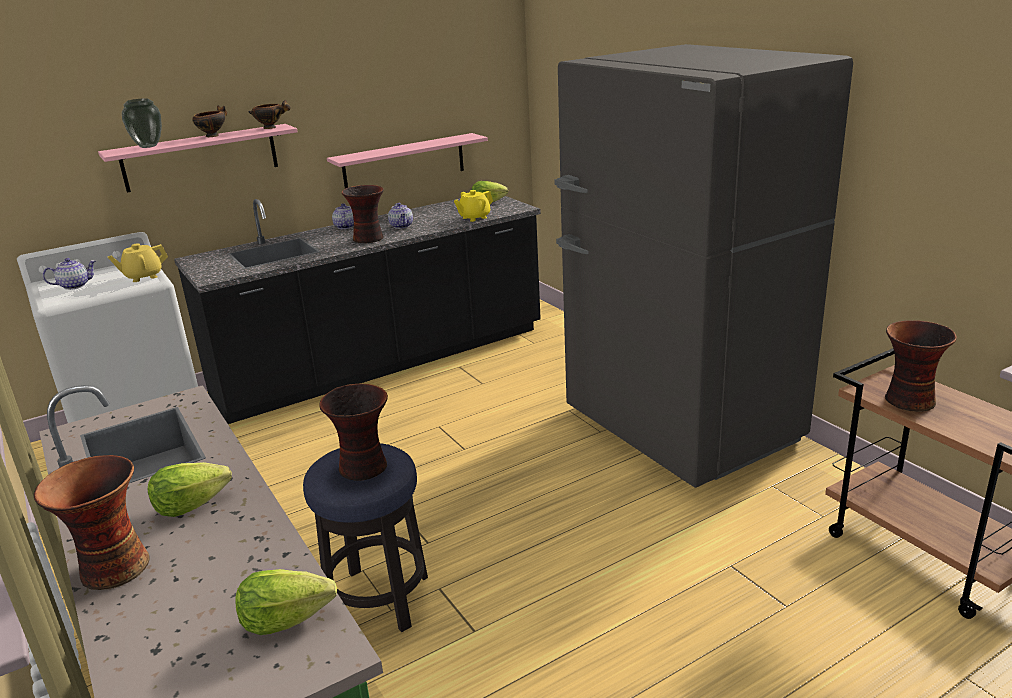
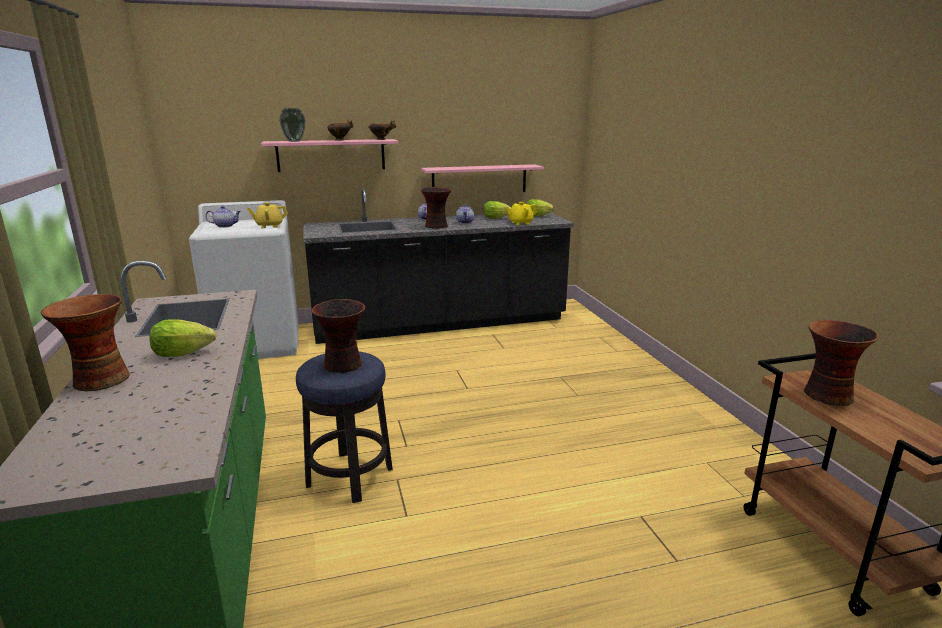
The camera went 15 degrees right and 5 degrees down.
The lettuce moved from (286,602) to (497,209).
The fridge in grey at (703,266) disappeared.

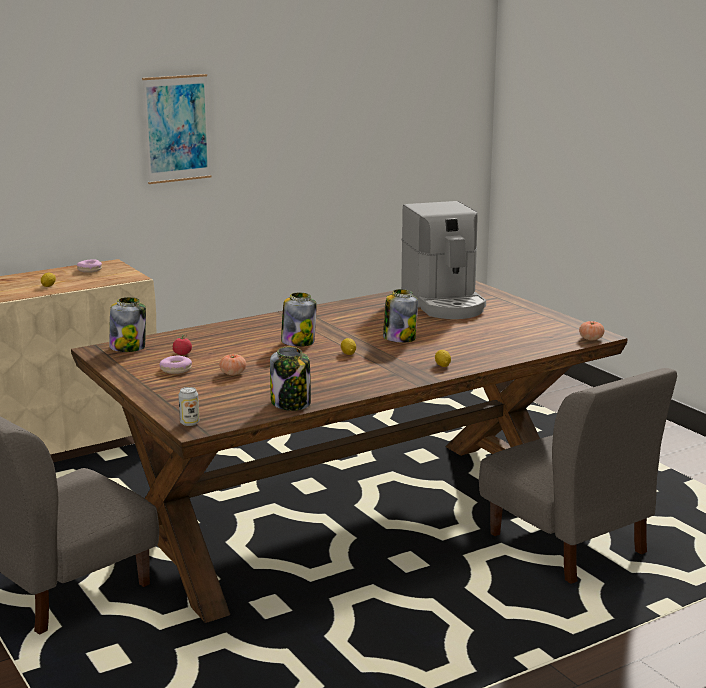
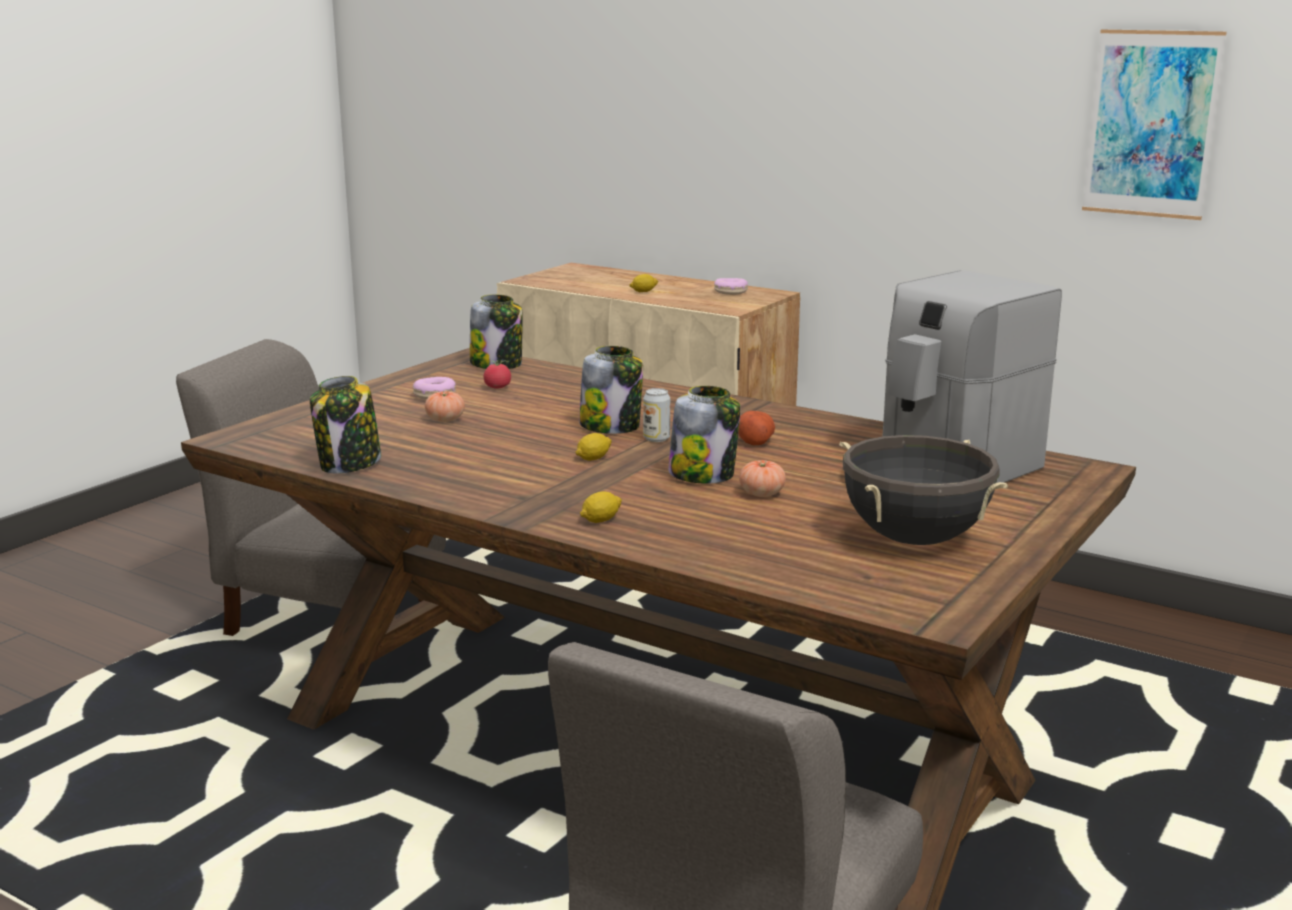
The camera went 65 degrees right and 0 degrees up.
The can moved from (188,406) to (656,415).
The potato at (756,428) appeared.
The tomato moved from (591,330) to (762,478).
The cooking pot in black at (924,490) appeared.
The picture moved from (176,129) to (1154,124).

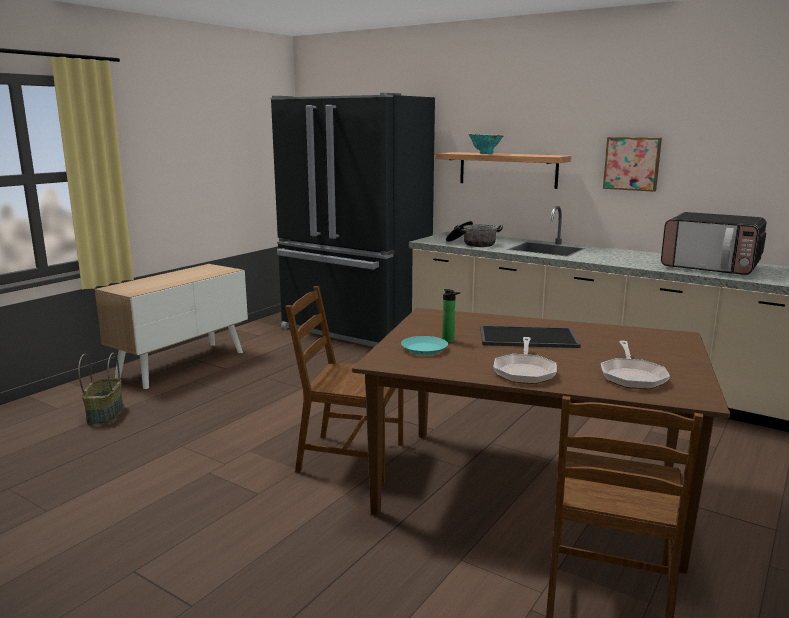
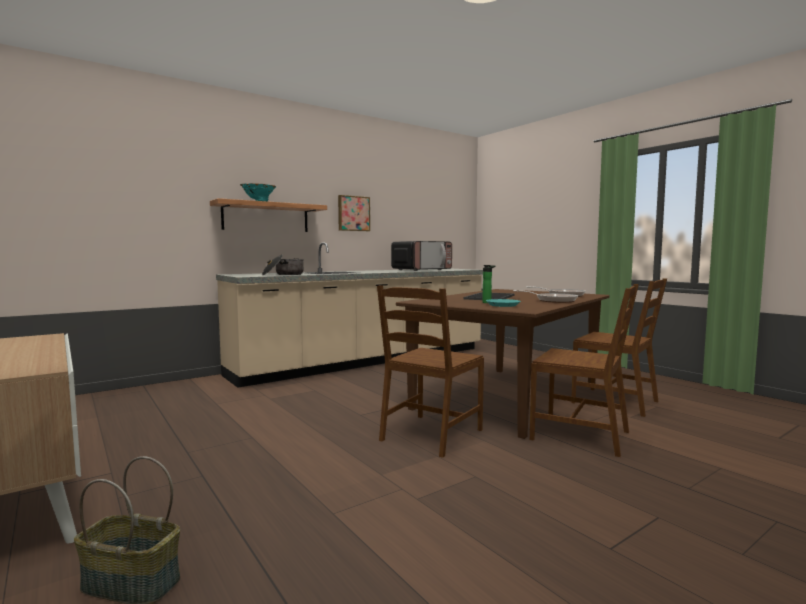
The camera went 70 degrees left and 10 degrees down.
The chair in brown at (584,370) appeared.
The fridge in black at (352,220) disappeared.

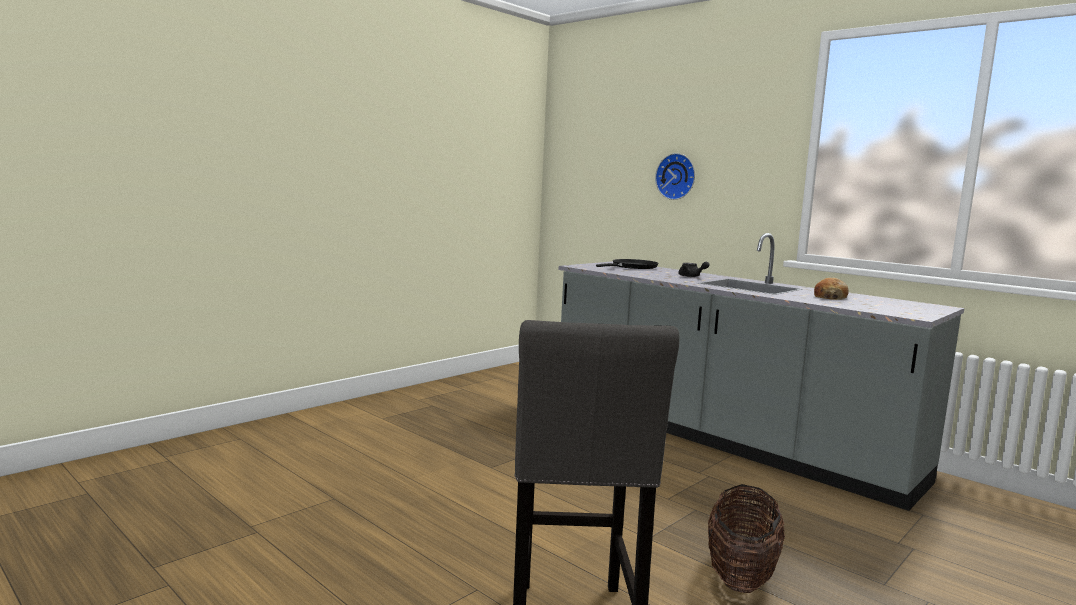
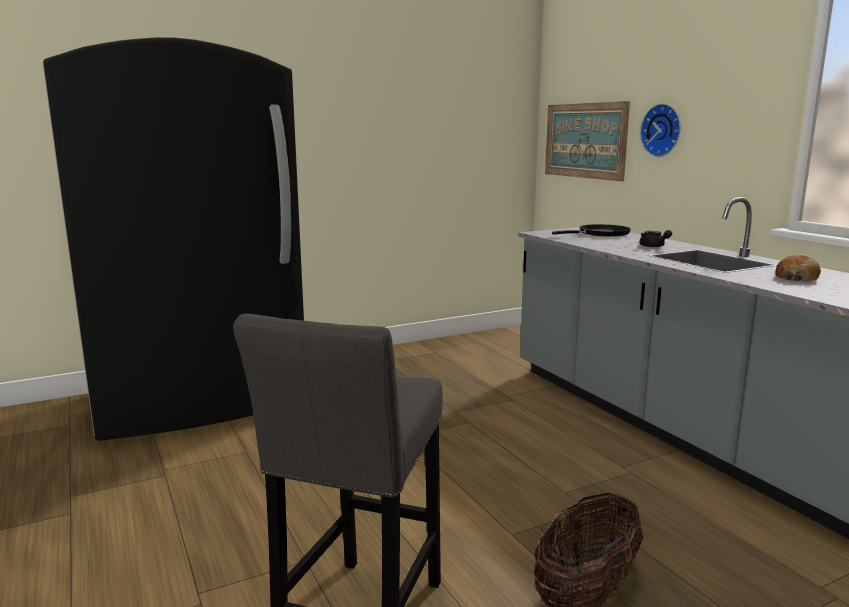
The camera went 20 degrees right and 5 degrees up.
The fridge in black at (173,239) appeared.
The picture at (587,141) appeared.

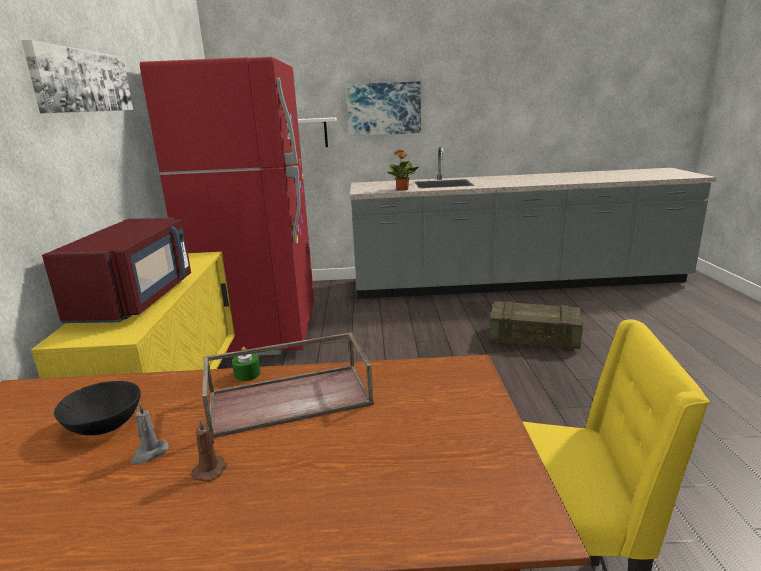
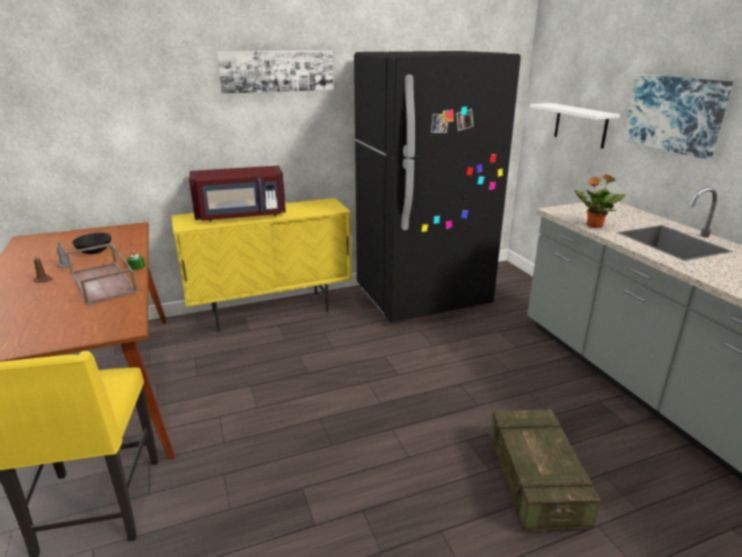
The camera went 70 degrees right and 5 degrees up.
The fridge in red at (227,207) became the fridge in black at (437,186).

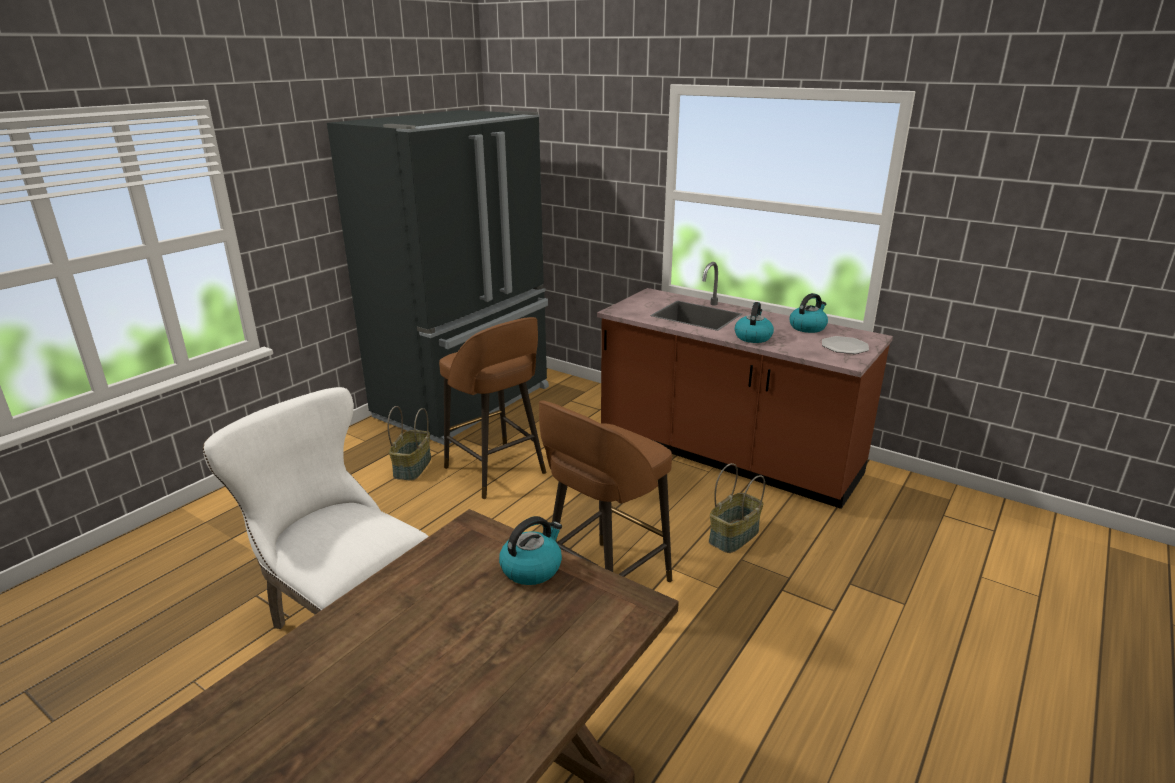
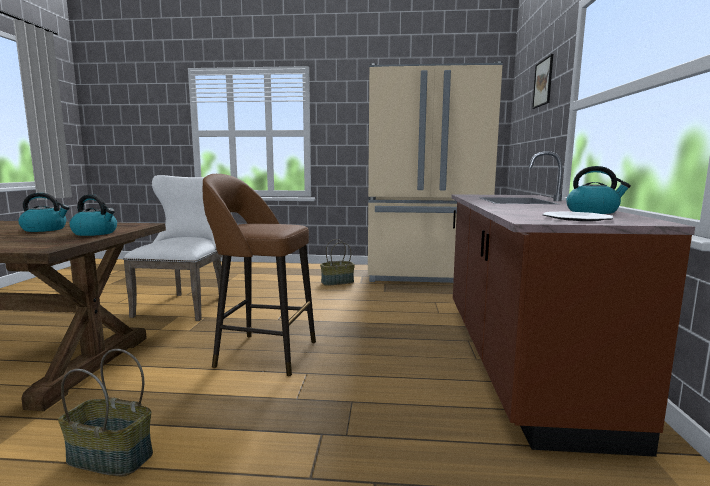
The camera went 60 degrees right and 15 degrees down.
The kettle moved from (754,322) to (44,212).
The basket moved from (737,508) to (105,412).
The fridge in black at (438,277) became the fridge in beige at (435,172).
The picture at (542,81) appeared.
The stool in brown at (492,408) disappeared.

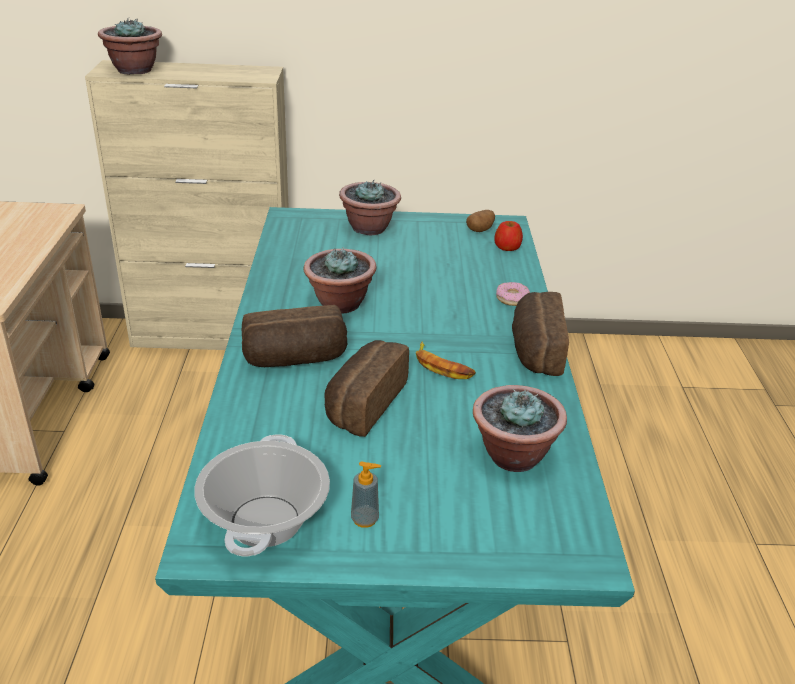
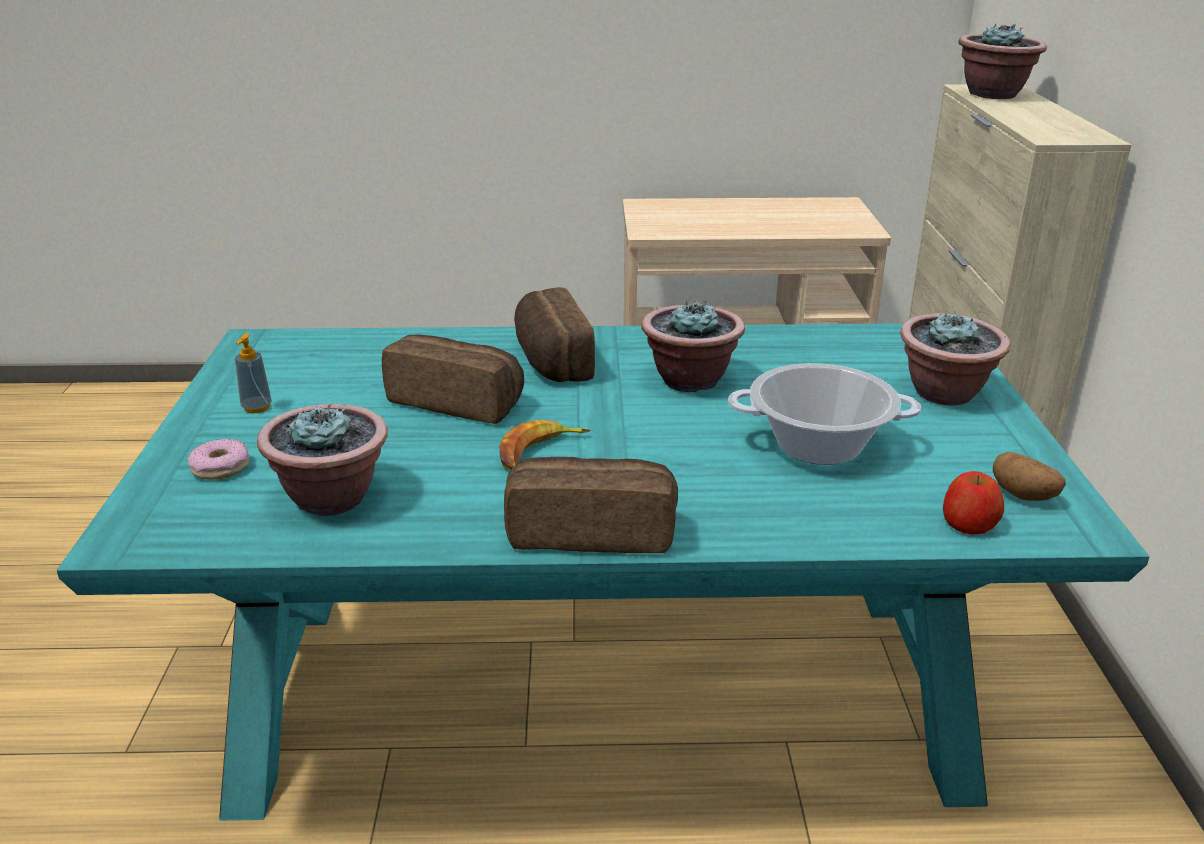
The camera went 90 degrees right and 5 degrees down.
The donut moved from (513,294) to (218,459).
The cooking pot moved from (262,495) to (824,414).

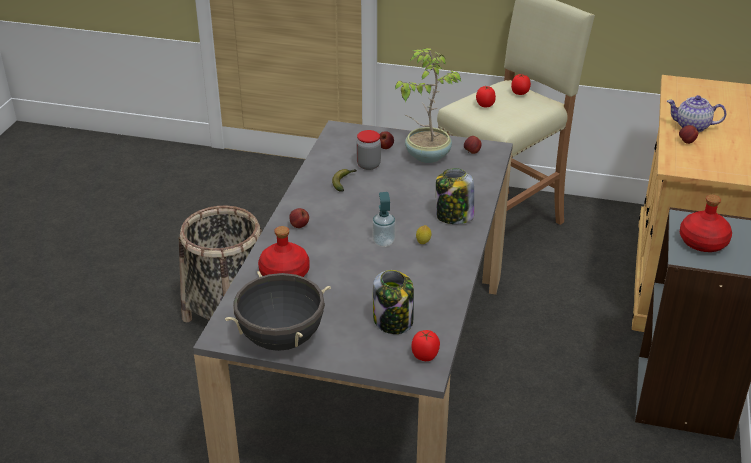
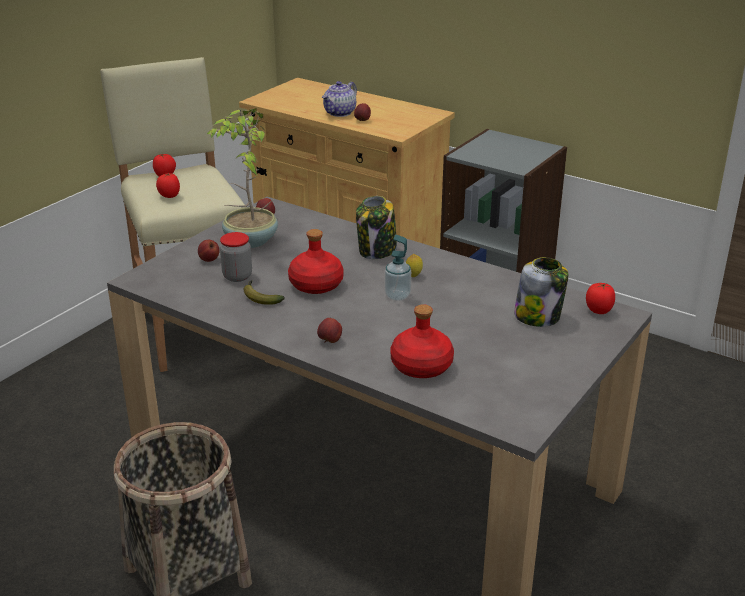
The camera went 70 degrees left and 5 degrees down.
The bottle in red moved from (706,223) to (316,261).
The cooking pot in black at (278,311) disappeared.

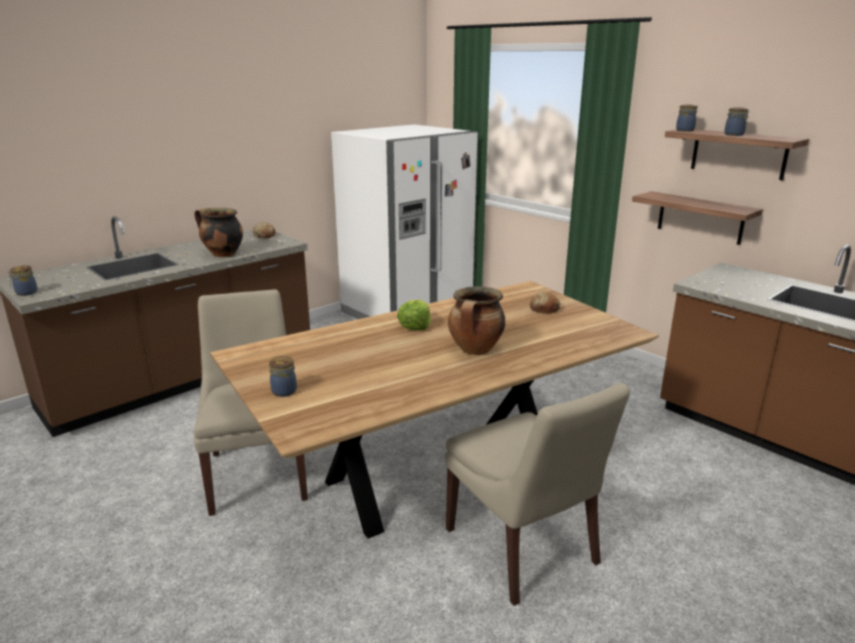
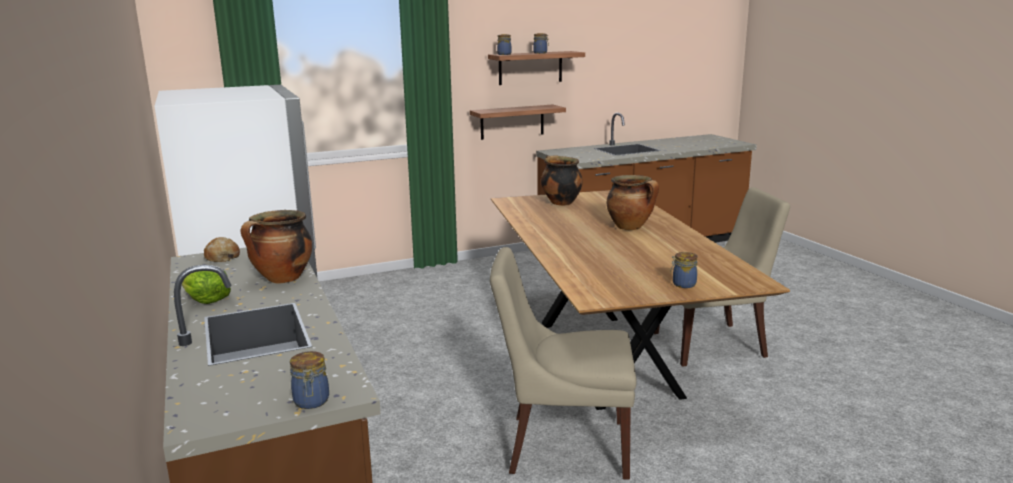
The camera went 70 degrees left and 5 degrees down.
The lettuce moved from (414,314) to (206,287).
The bread at (545,302) was replaced by the cooking pot at (562,180).

